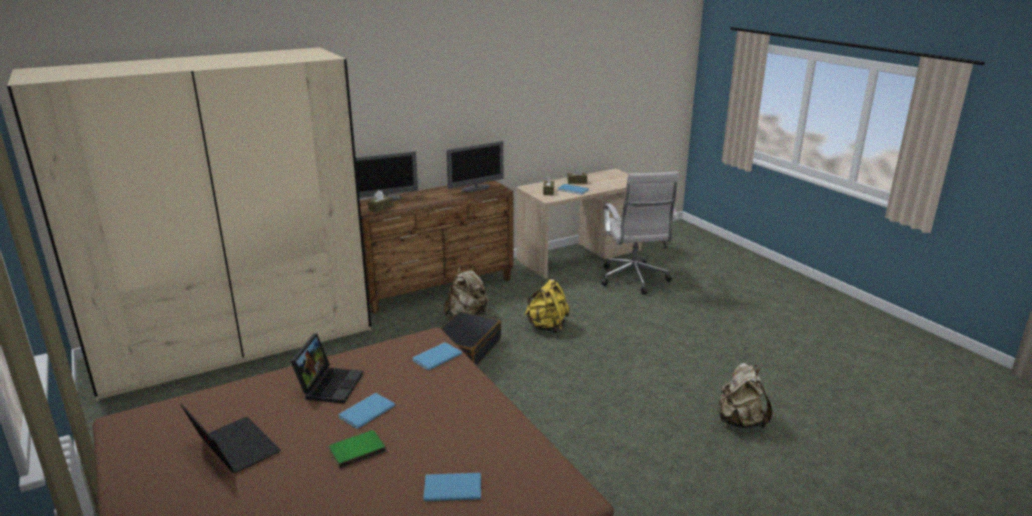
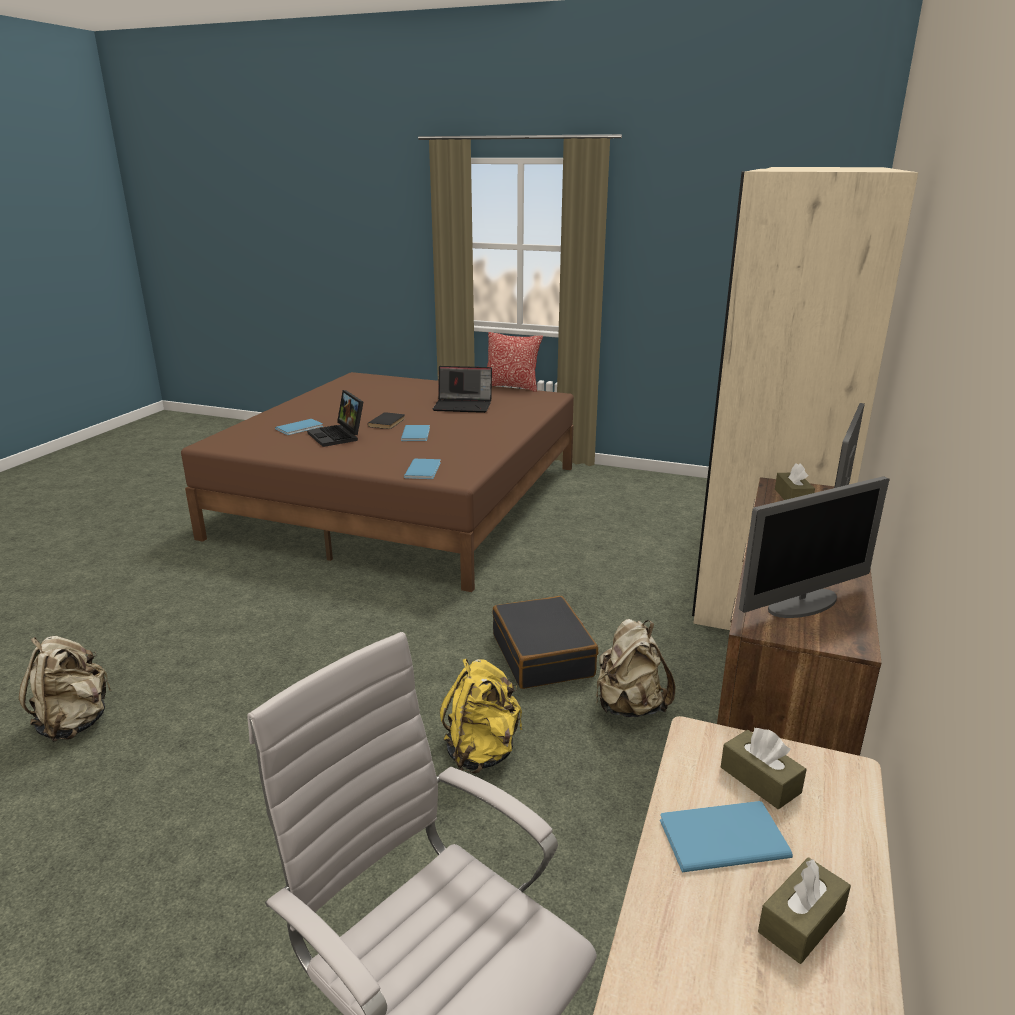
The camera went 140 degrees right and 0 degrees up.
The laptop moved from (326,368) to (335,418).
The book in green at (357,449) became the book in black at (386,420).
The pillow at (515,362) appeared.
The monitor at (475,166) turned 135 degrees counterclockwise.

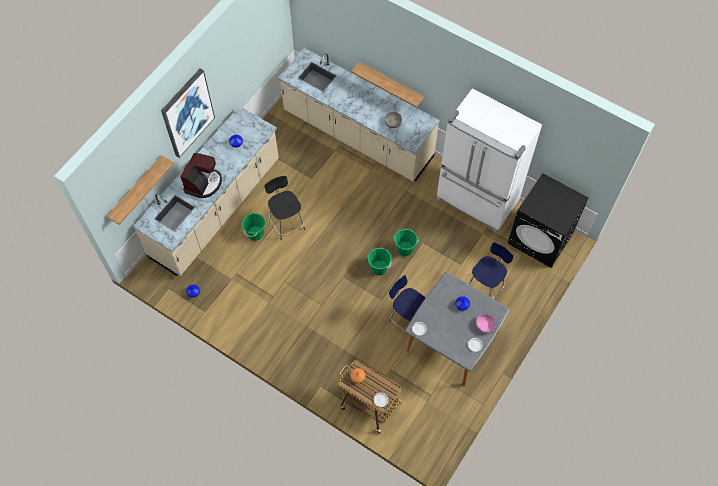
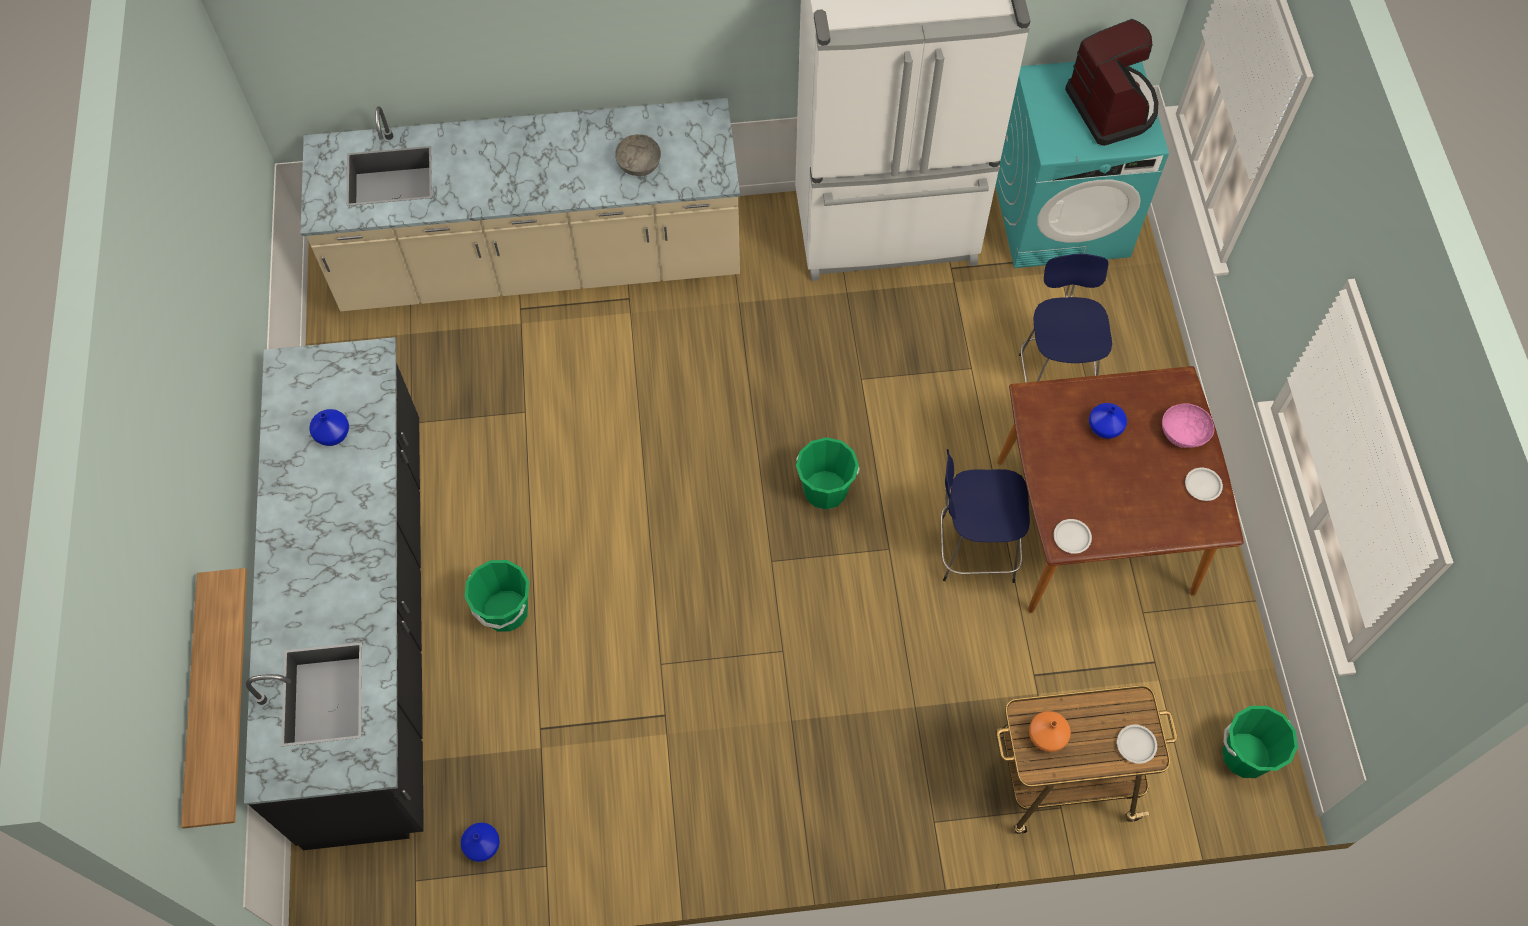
The camera went 40 degrees left and 0 degrees up.
The counter in beige at (206,191) became the counter in black at (334,593).
The washing machine in black at (548,220) became the washing machine in turquoise at (1082,164).
The dining table in grey at (457,329) became the dining table in brown at (1120,489).
The coffee machine moved from (201,175) to (1112,82).
The bucket in green moved from (406,242) to (1260,742).
The picture at (188,113) disappeared.
The stool in black at (285,208) disappeared.
The shelf at (388,84) disappeared.

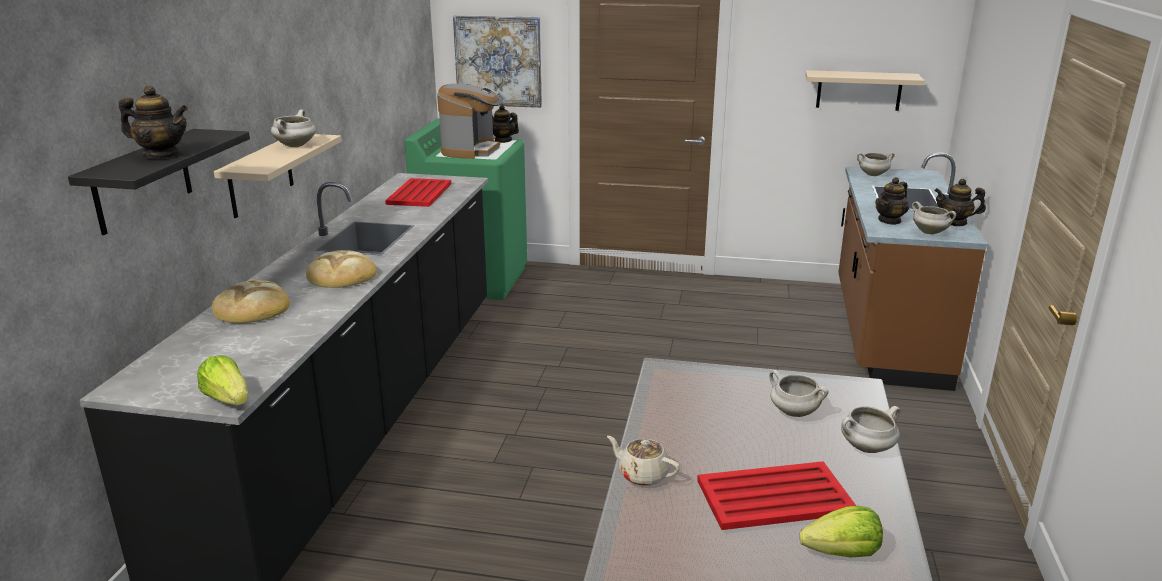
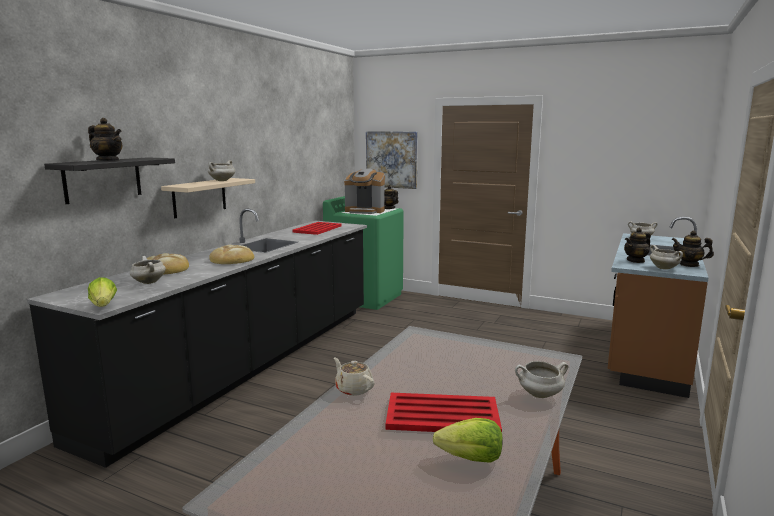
The camera went 15 degrees right and 10 degrees down.
The cooking pot in white moved from (798,393) to (148,270).
The coffee machine at (469,121) turned 75 degrees clockwise.
The shelf in beige at (865,90) disappeared.

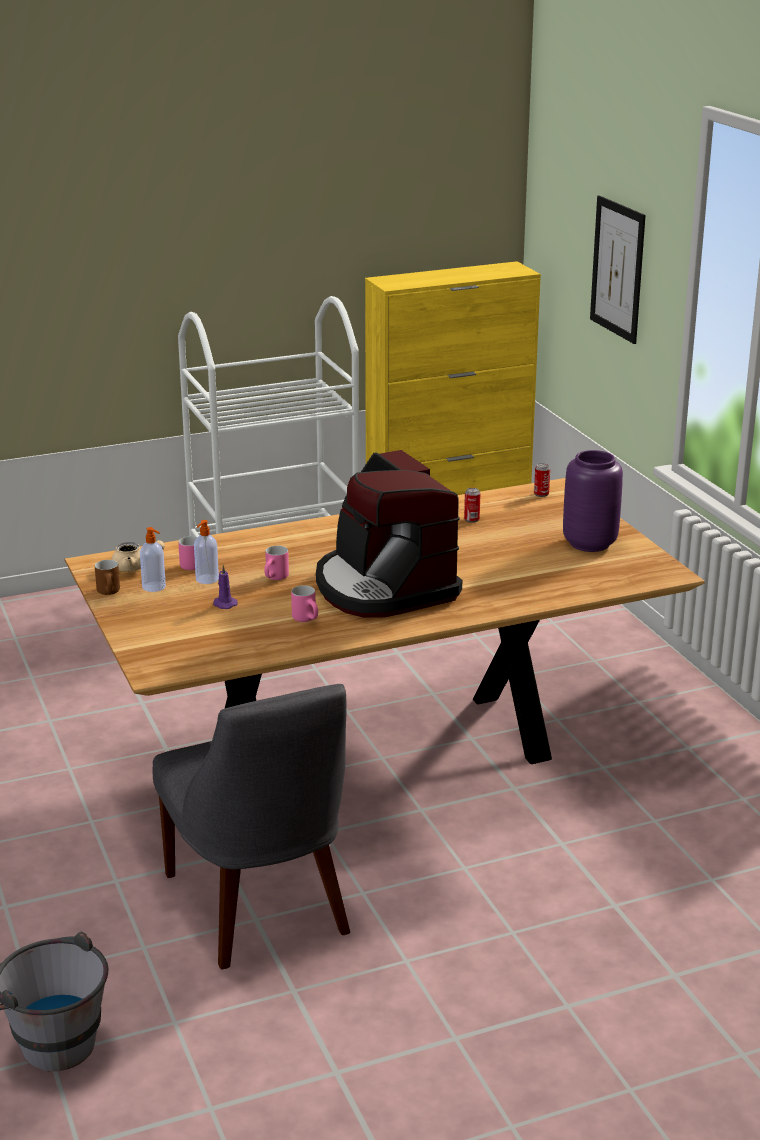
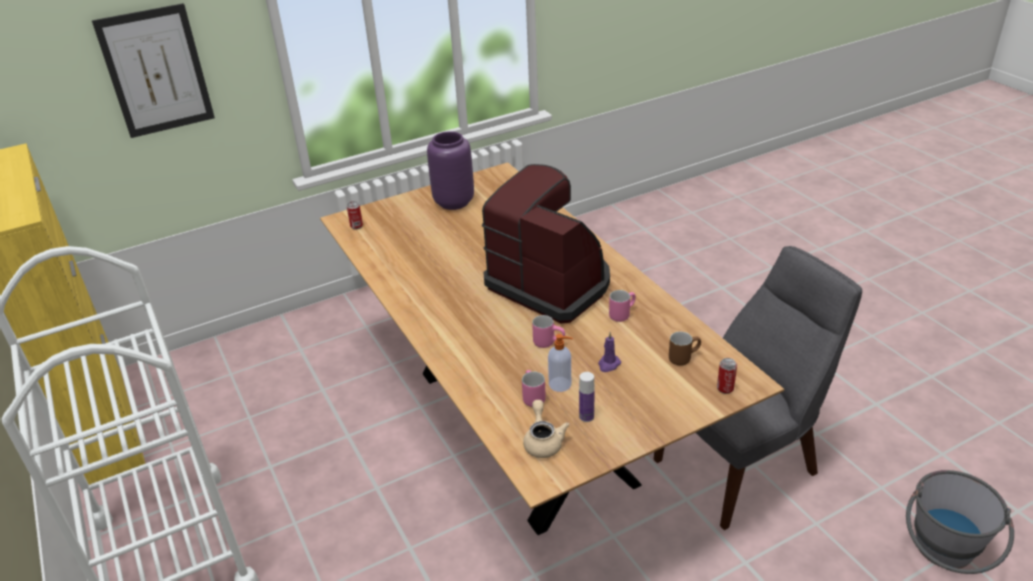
The camera went 95 degrees left and 10 degrees up.
The coffee machine at (389,534) turned 105 degrees counterclockwise.
The soap dispenser at (153,559) was replaced by the bottle at (587,397).
The mug in brown moved from (107,577) to (685,349).
The can moved from (472,505) to (727,376).

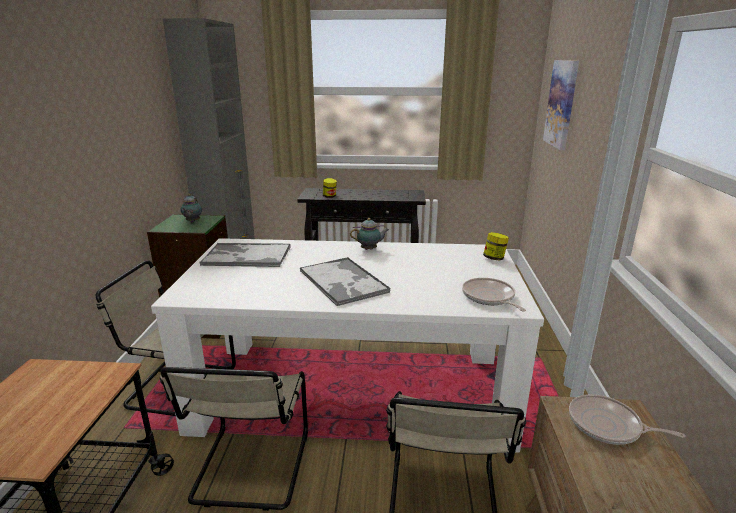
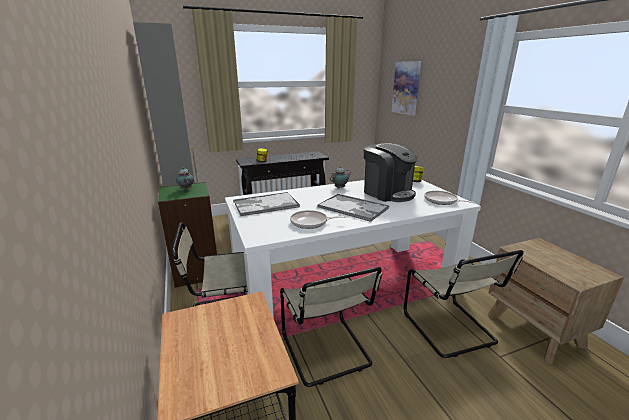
The camera went 25 degrees left and 0 degrees up.
The frying pan moved from (627,419) to (318,219).
The coffee machine at (391,172) appeared.

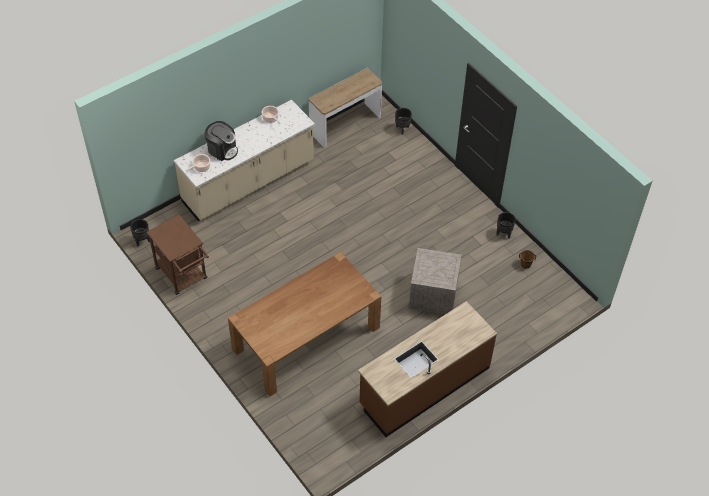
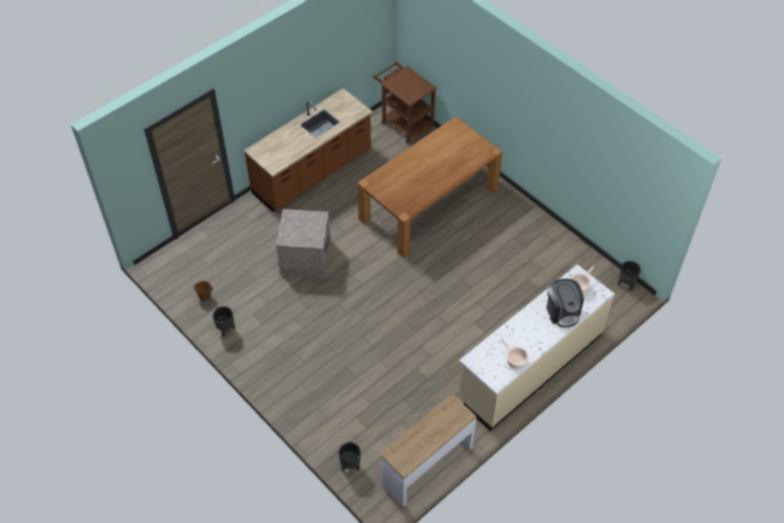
The camera went 175 degrees right and 0 degrees up.
The cart in brown moved from (177,255) to (405,102).
The coffee machine at (221,141) turned 135 degrees counterclockwise.

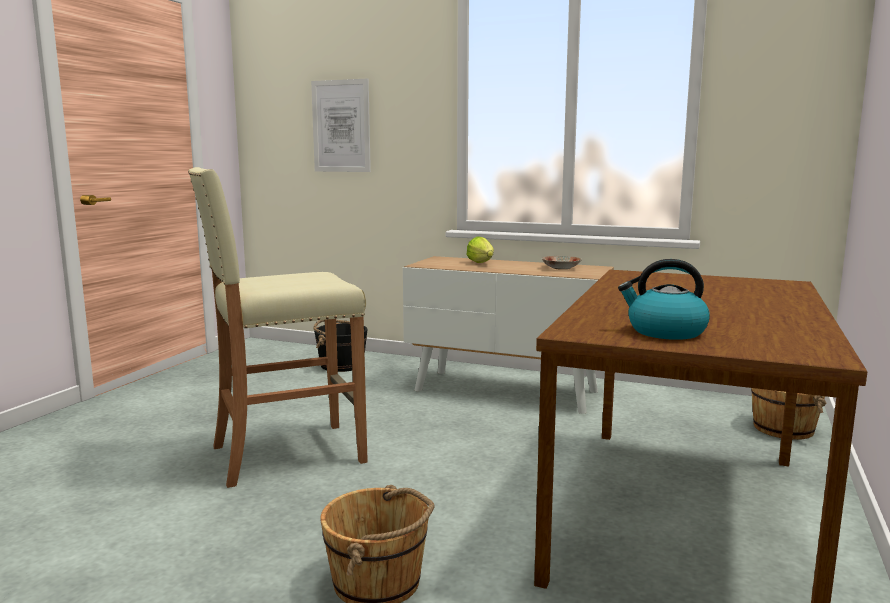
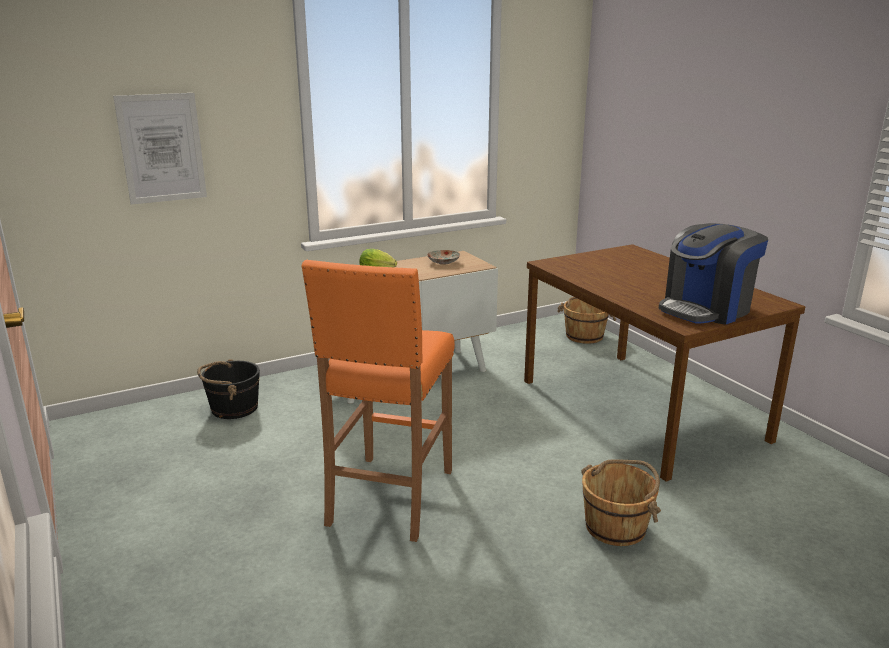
The camera went 50 degrees left and 10 degrees up.
The stool in beige at (278,327) became the stool in orange at (378,401).
The kettle at (664,299) was replaced by the coffee machine at (713,274).

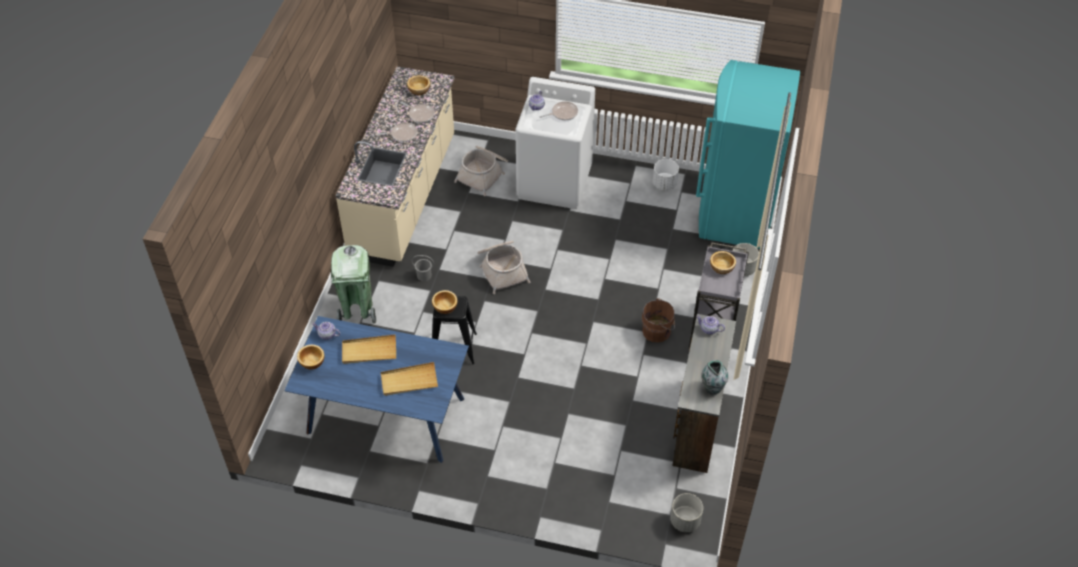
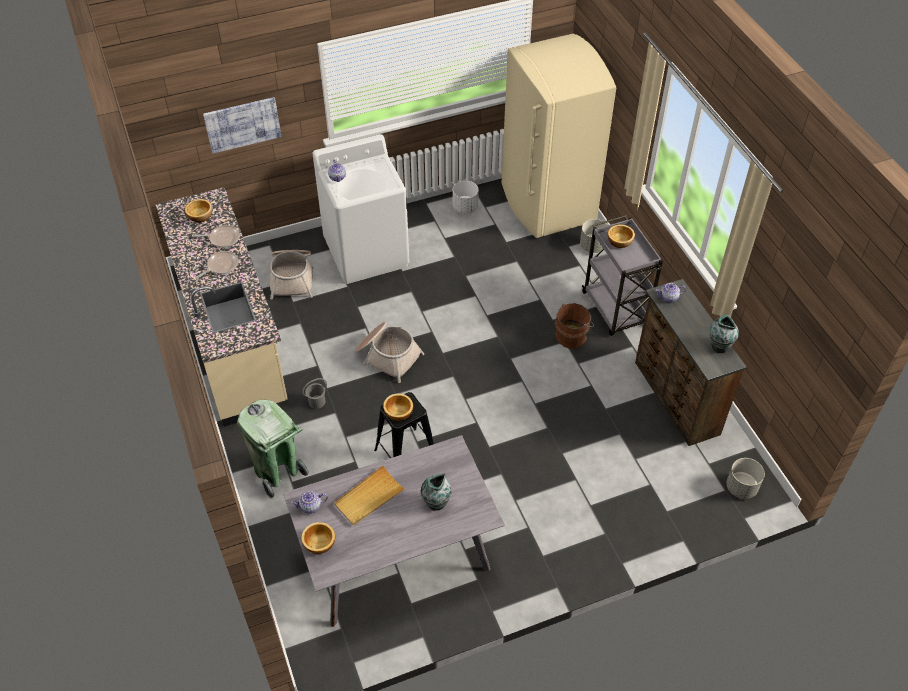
The camera went 35 degrees left and 0 degrees up.
The picture at (242,125) appeared.
The dining table in blue at (376,389) became the dining table in grey at (394,531).
The tray in beige at (409,379) was replaced by the vase at (436,492).
The fridge in turquoise at (748,154) became the fridge in beige at (559,136).
The frying pan at (559,110) disappeared.

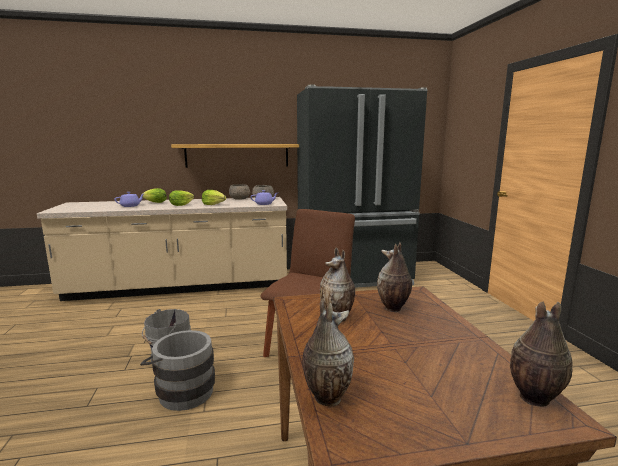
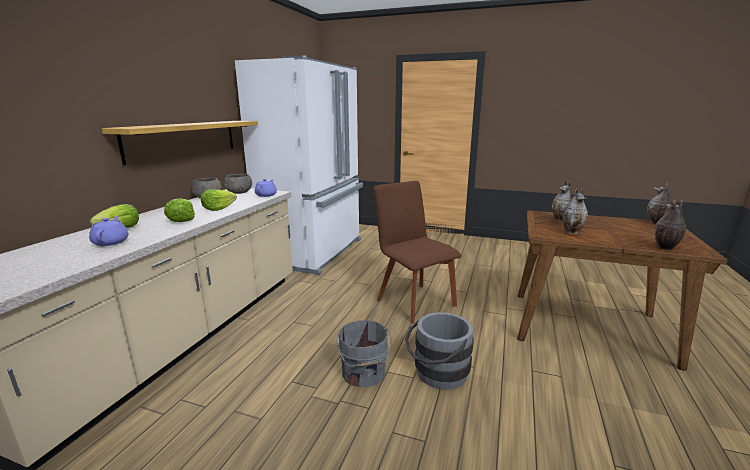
The camera went 60 degrees left and 5 degrees up.
The fridge in black at (362,186) became the fridge in white at (299,165).

